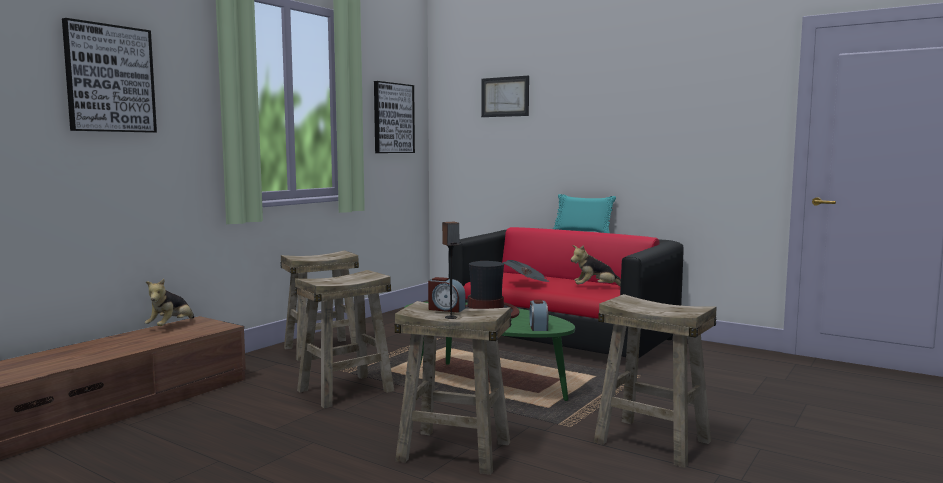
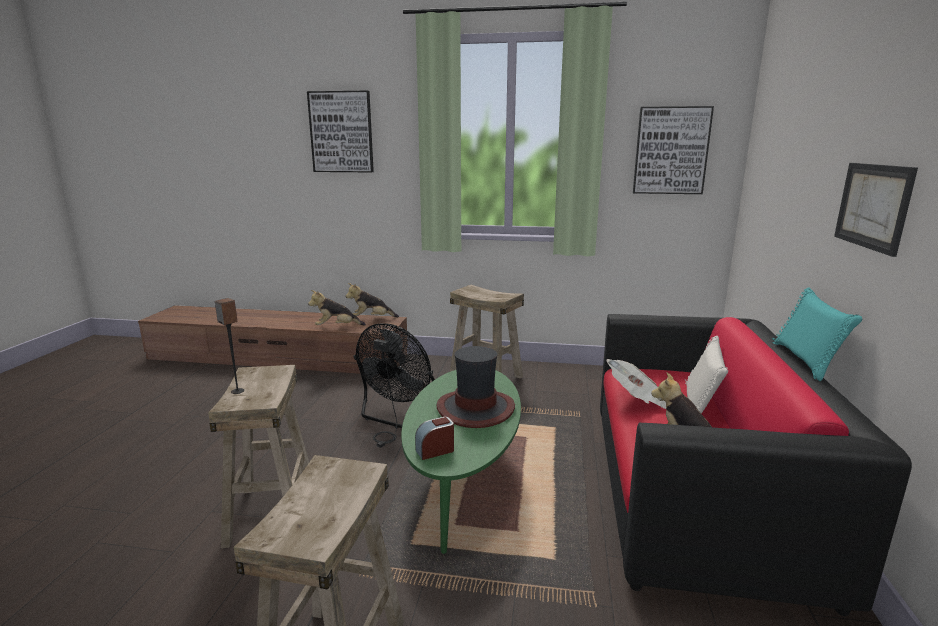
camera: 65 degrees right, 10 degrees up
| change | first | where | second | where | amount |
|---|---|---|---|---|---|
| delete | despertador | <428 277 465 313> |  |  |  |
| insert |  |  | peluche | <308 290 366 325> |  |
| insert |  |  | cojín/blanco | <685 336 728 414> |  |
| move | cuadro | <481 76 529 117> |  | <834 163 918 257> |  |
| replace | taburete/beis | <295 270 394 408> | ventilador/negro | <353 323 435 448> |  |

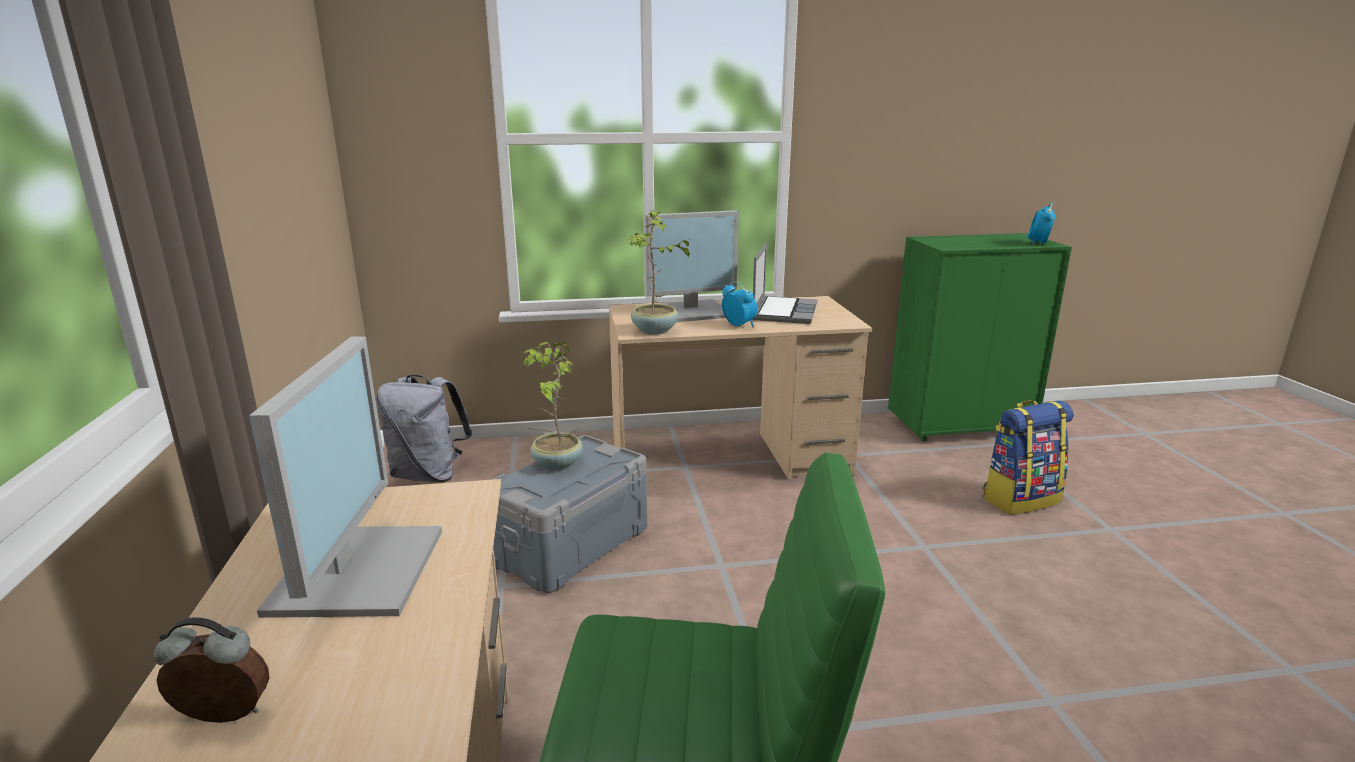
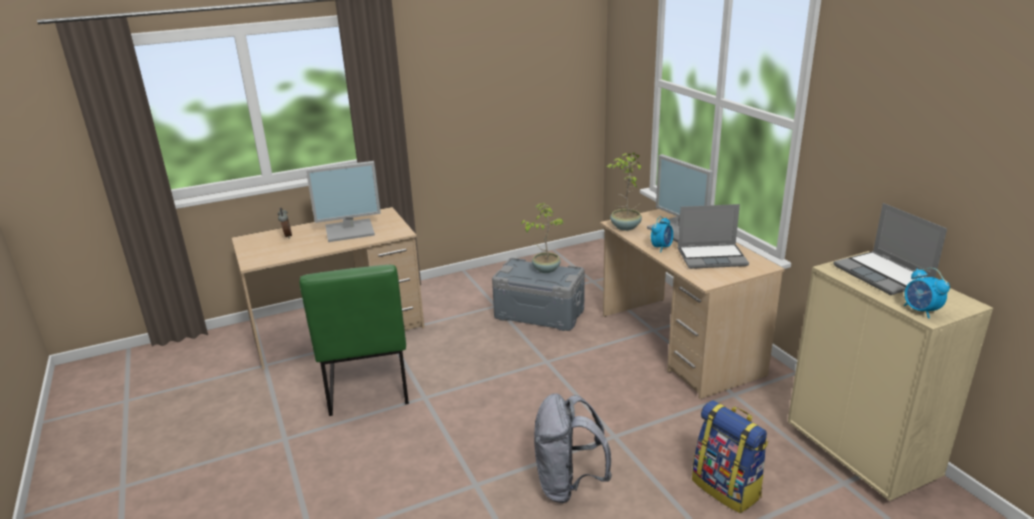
camera: 75 degrees right, 5 degrees up
| change | first | where | second | where | amount |
|---|---|---|---|---|---|
| insert |  |  | portátil | <833 203 947 295> |  |
| move | mochila/gris | <376 375 472 482> |  | <534 393 612 503> |  |
| recolor | armario/verde | <888 233 1072 441> | armario/beis | <788 251 993 501> |  |
| rotate | despertador | <1028 202 1056 246> |  | <904 268 950 319> | 120 degrees counterclockwise |

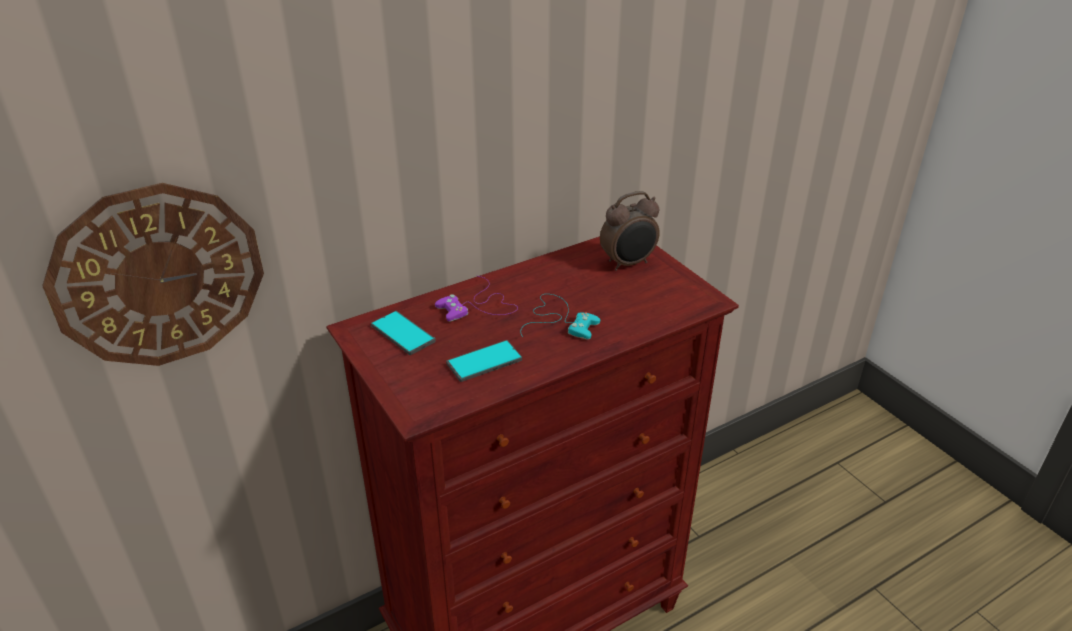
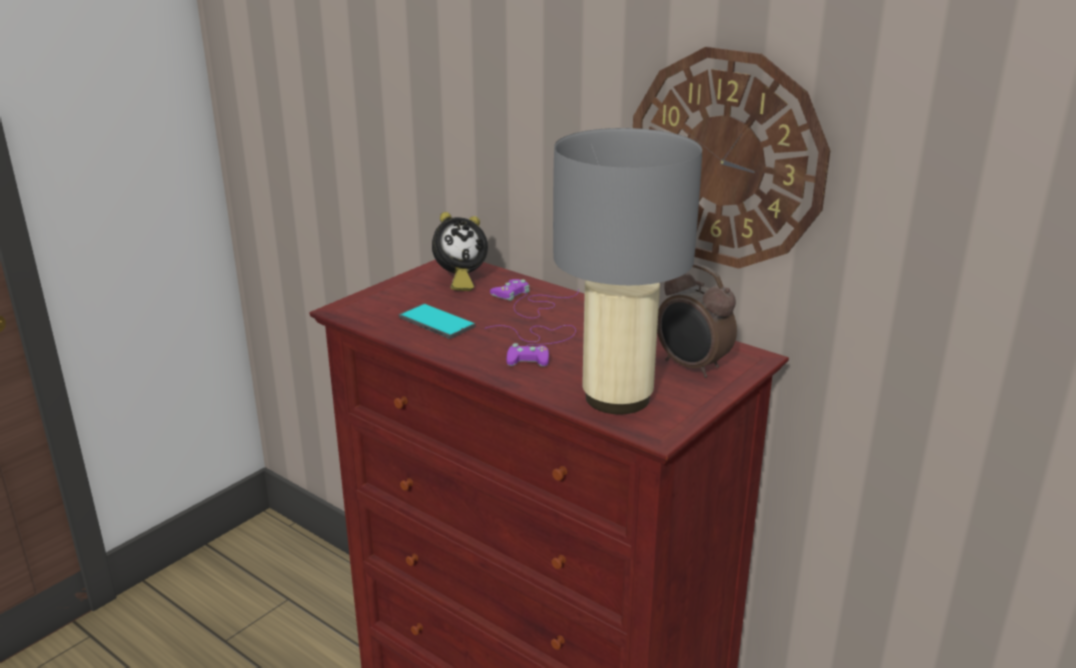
camera: 70 degrees right, 10 degrees down
| change | first | where | second | where | amount |
|---|---|---|---|---|---|
| insert |  |  | lámpara de mesa/gris | <553 128 702 415> |  |
| move | reloj de pared | <42 183 264 366> |  | <633 47 830 269> |  |
| replace | móvil | <371 311 436 355> | despertador | <432 212 488 291> |  |
| recolor | mando de consola/turquesa | <520 294 600 340> | mando de consola/morado | <484 325 576 367> |  |

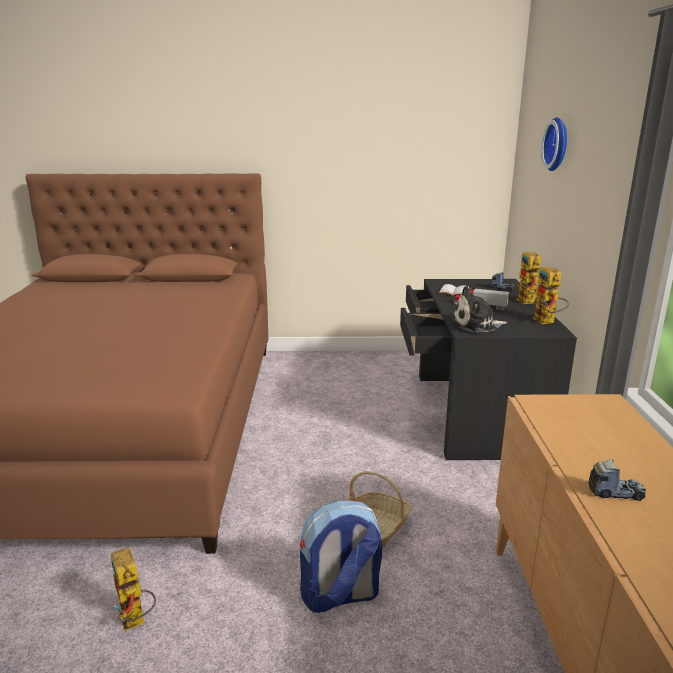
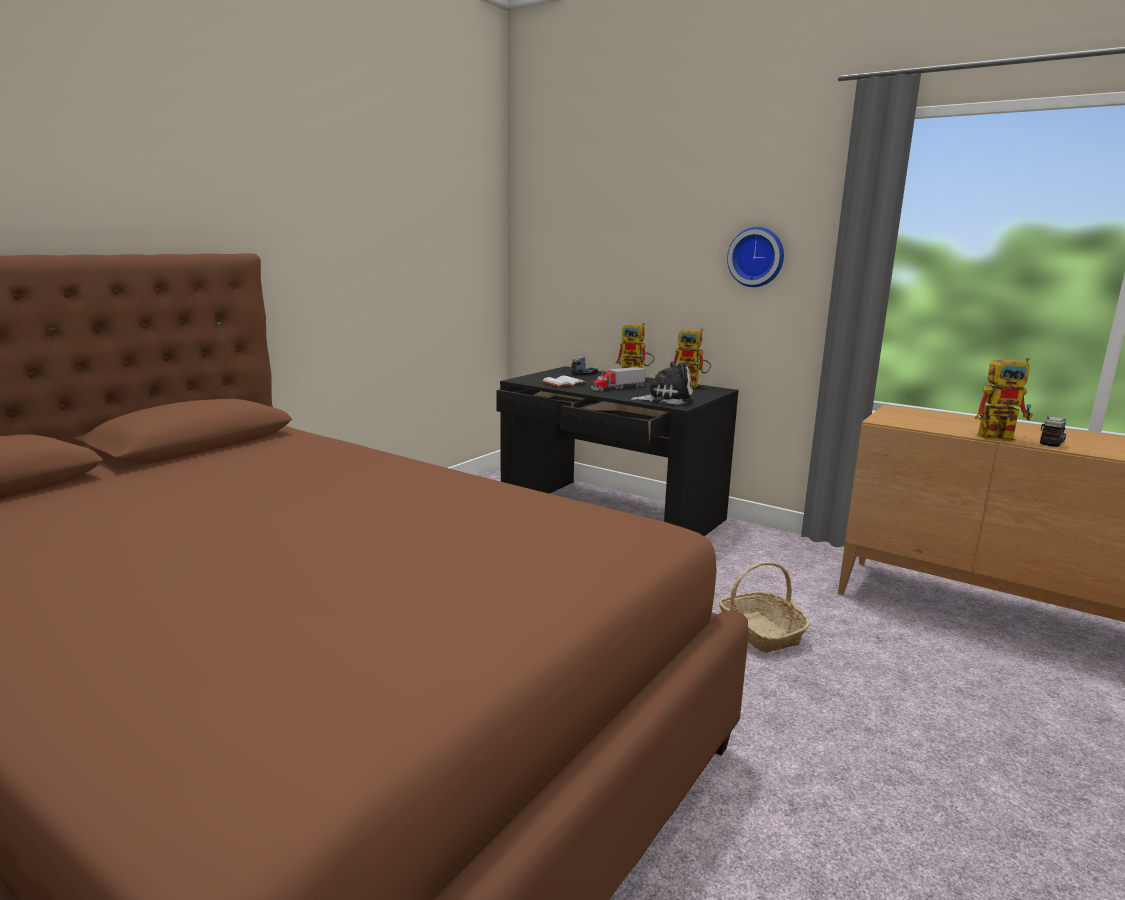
camera: 55 degrees left, 5 degrees down
| change | first | where | second | where | amount |
|---|---|---|---|---|---|
| delete | mochila | <299 501 382 613> |  |  |  |
| move | robot de juguete | <111 547 156 631> |  | <975 357 1033 441> |  |
| move | reloj de pared | <541 117 567 171> |  | <727 227 784 287> |  |
| rotate | peluche | <452 286 508 332> |  | <631 362 693 405> | 120 degrees counterclockwise |

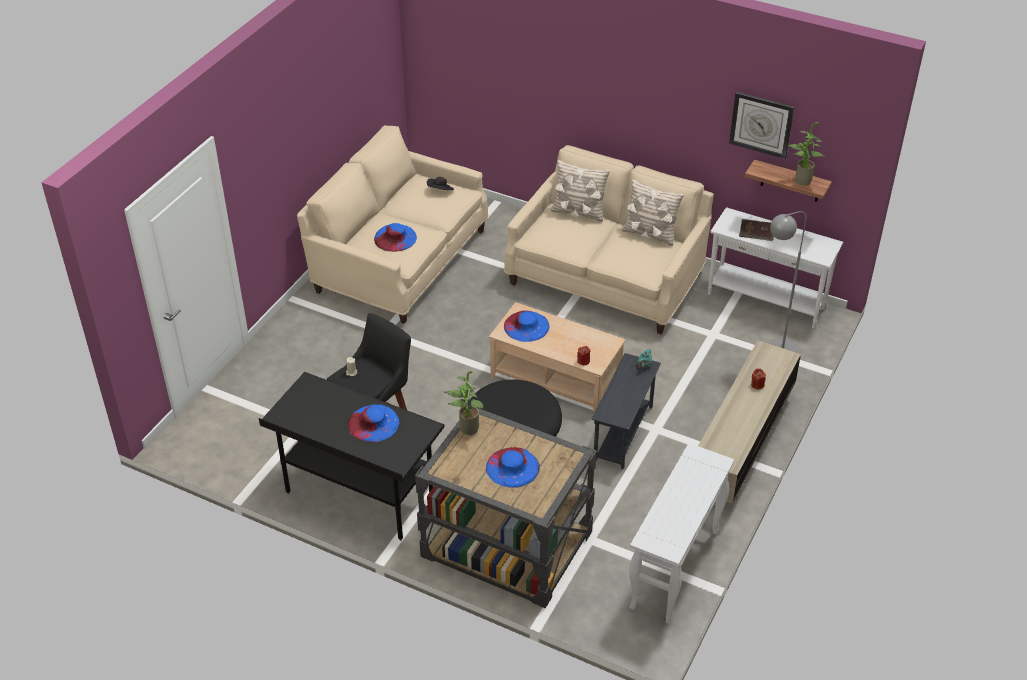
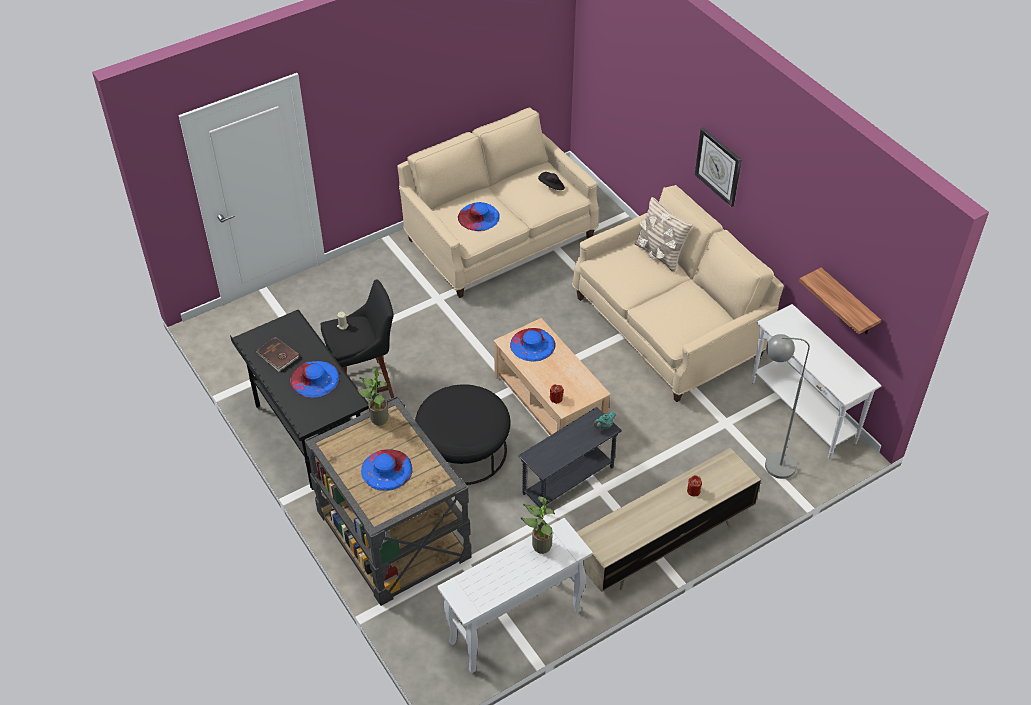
camera: 30 degrees right, 5 degrees up
| change | first | where | second | where | amount |
|---|---|---|---|---|---|
| delete | cojín/beis | <622 179 684 246> |  |  |  |
| move | reloj de pared | <729 92 794 159> |  | <695 127 741 207> |  |
| move | libro/marrón | <739 219 774 241> |  | <256 336 300 372> |  |
| move | planta en maceta | <787 122 824 186> |  | <520 496 555 554> |  |

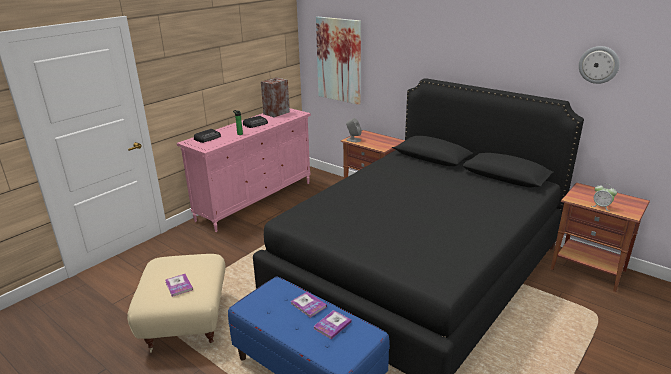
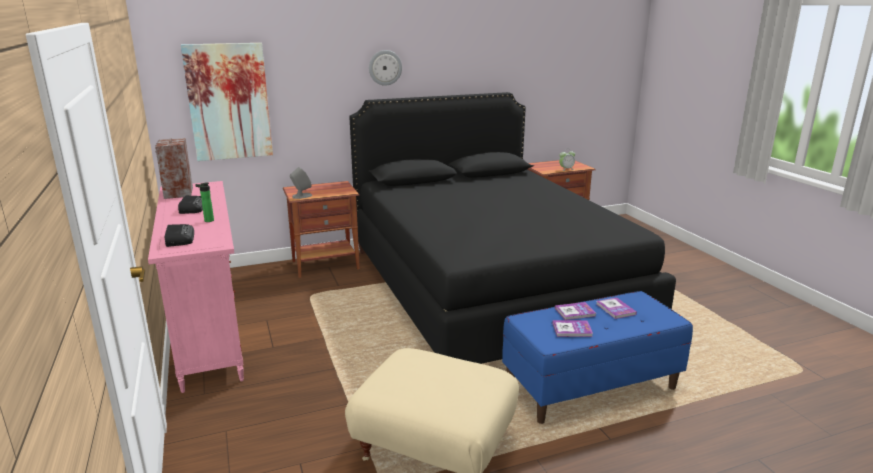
camera: 60 degrees left, 5 degrees down
| change | first | where | second | where | amount |
|---|---|---|---|---|---|
| move | libro | <165 274 193 297> |  | <552 320 593 337> |  |
| move | reloj de pared | <579 46 620 84> |  | <369 50 402 86> |  |

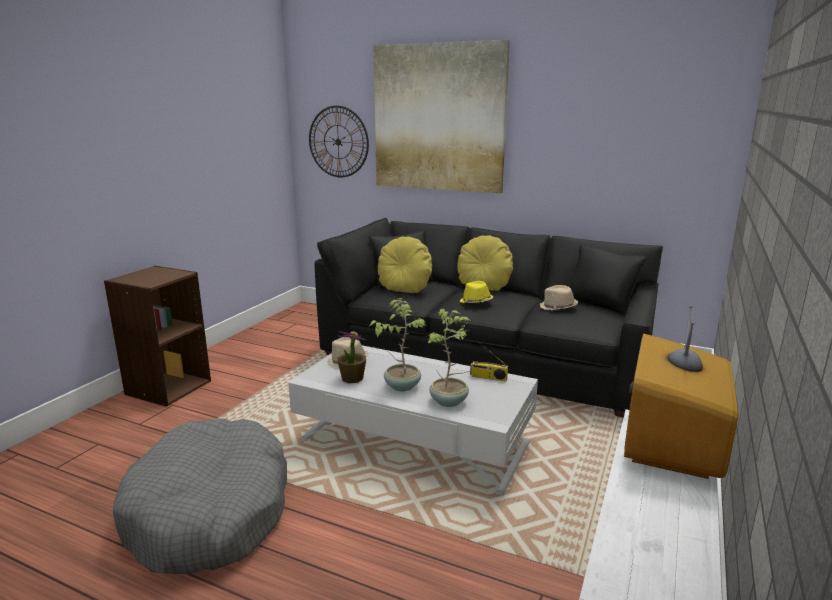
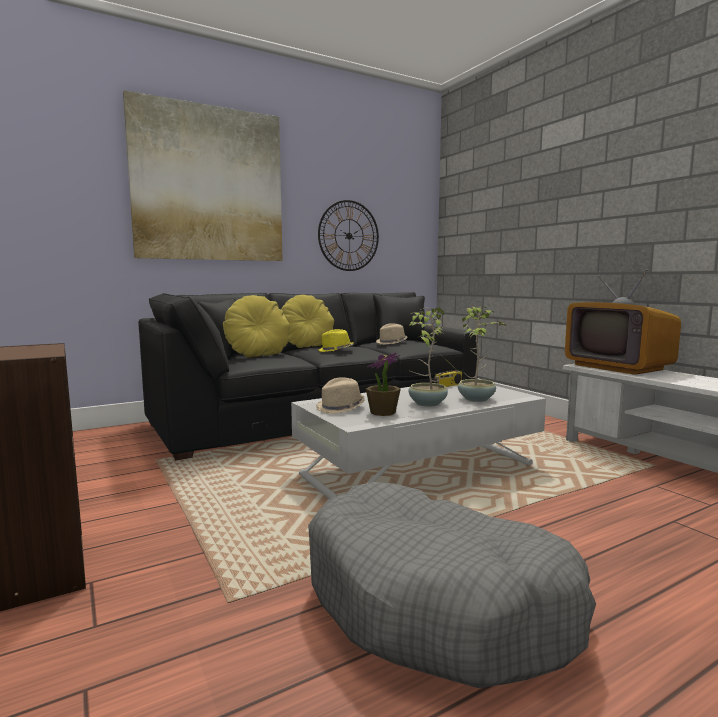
camera: 55 degrees left, 10 degrees down
| change | first | where | second | where | amount |
|---|---|---|---|---|---|
| move | reloj de pared | <309 106 369 177> |  | <318 200 379 271> |  |

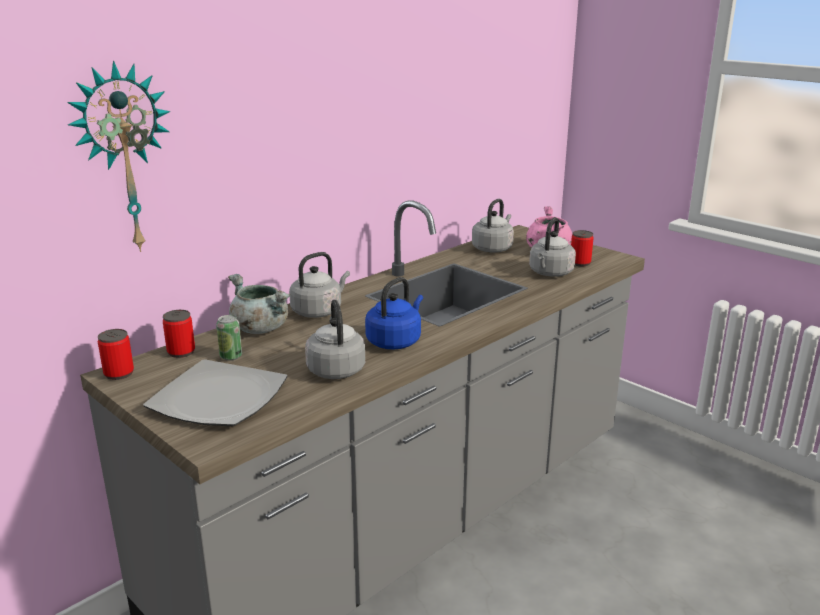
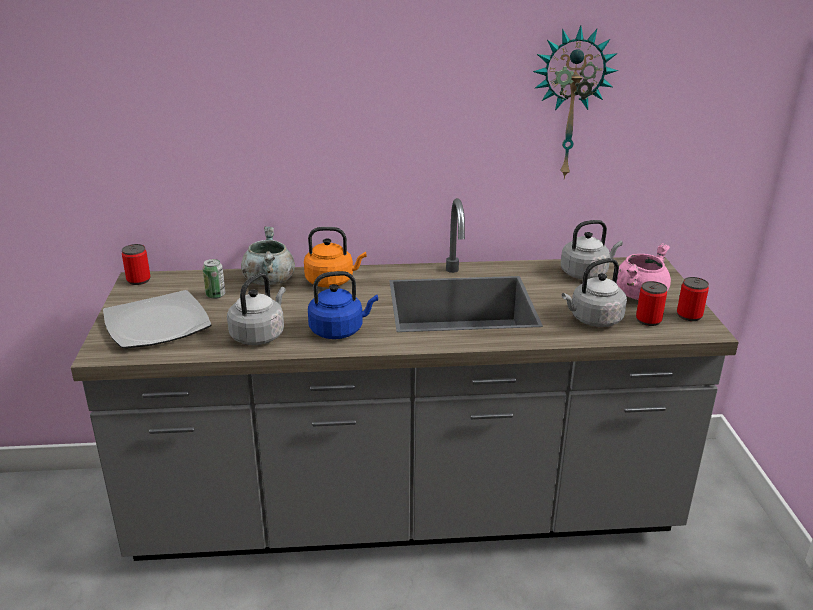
camera: 40 degrees right, 5 degrees up
| change | first | where | second | where | amount |
|---|---|---|---|---|---|
| move | reloj de pared | <67 61 171 252> |  | <533 25 618 180> |  |
| move | lata | <163 310 195 358> |  | <677 277 709 321> |  |
| recolor | hervidor/gris | <289 252 350 318> | hervidor/naranja | <304 227 366 287> |  |

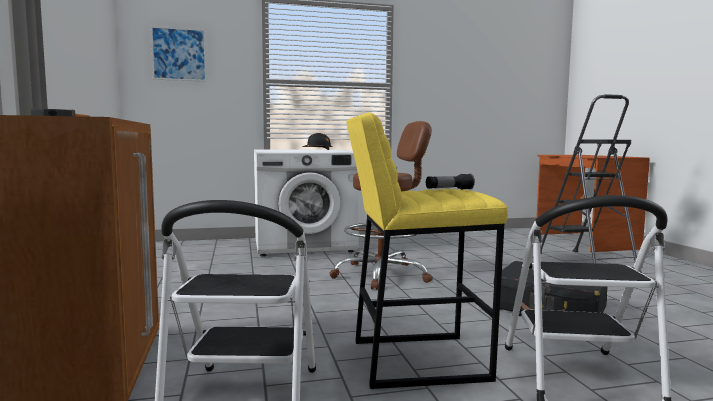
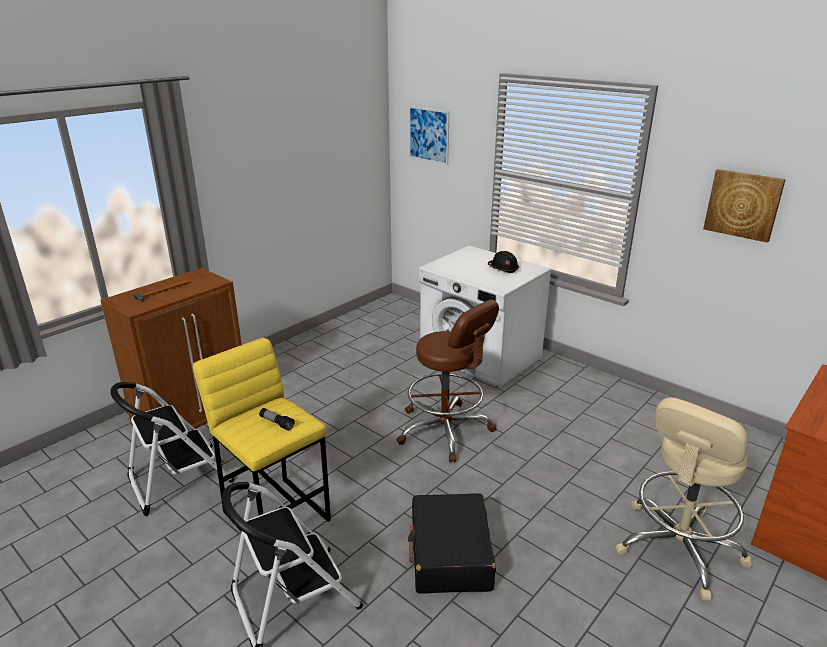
camera: 55 degrees right, 20 degrees up
| change | first | where | second | where | amount |
|---|---|---|---|---|---|
| insert |  |  | cuadro | <703 169 786 243> |  |
| replace | escalera de tijera | <540 94 642 273> | taburete/beis | <615 398 752 601> |  |

